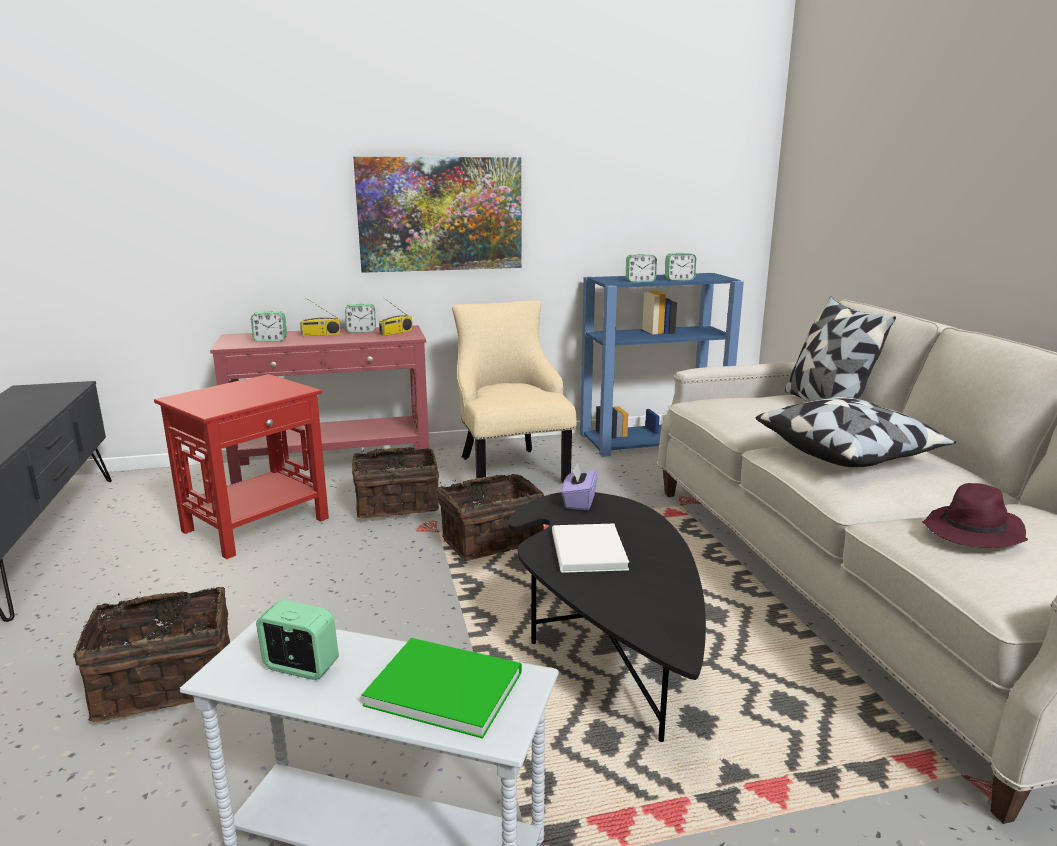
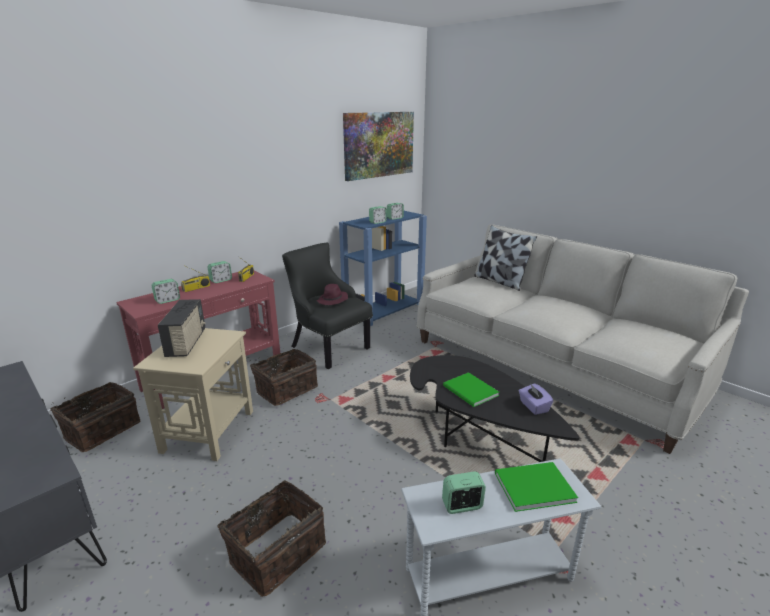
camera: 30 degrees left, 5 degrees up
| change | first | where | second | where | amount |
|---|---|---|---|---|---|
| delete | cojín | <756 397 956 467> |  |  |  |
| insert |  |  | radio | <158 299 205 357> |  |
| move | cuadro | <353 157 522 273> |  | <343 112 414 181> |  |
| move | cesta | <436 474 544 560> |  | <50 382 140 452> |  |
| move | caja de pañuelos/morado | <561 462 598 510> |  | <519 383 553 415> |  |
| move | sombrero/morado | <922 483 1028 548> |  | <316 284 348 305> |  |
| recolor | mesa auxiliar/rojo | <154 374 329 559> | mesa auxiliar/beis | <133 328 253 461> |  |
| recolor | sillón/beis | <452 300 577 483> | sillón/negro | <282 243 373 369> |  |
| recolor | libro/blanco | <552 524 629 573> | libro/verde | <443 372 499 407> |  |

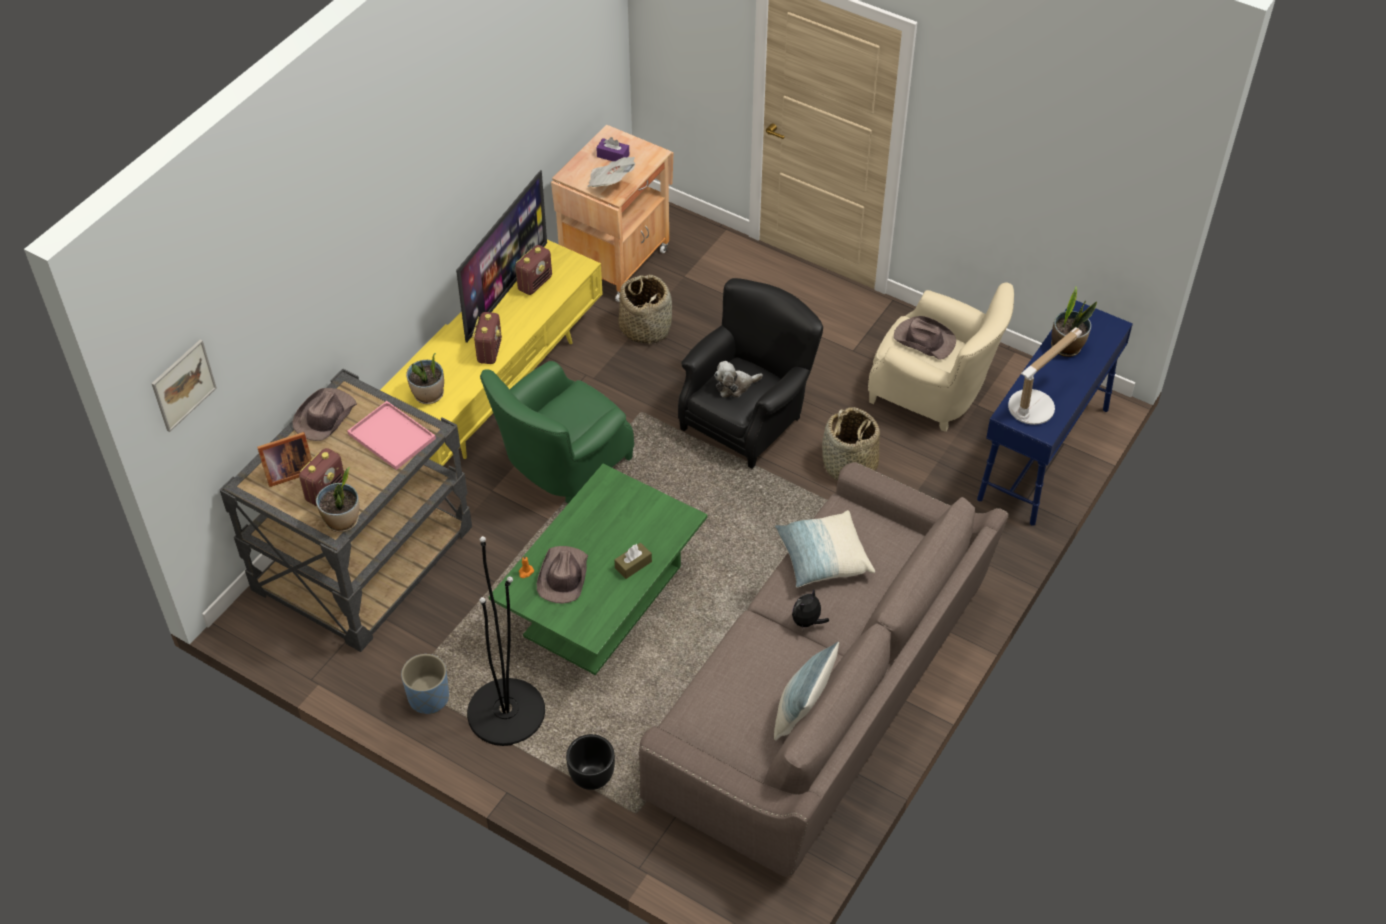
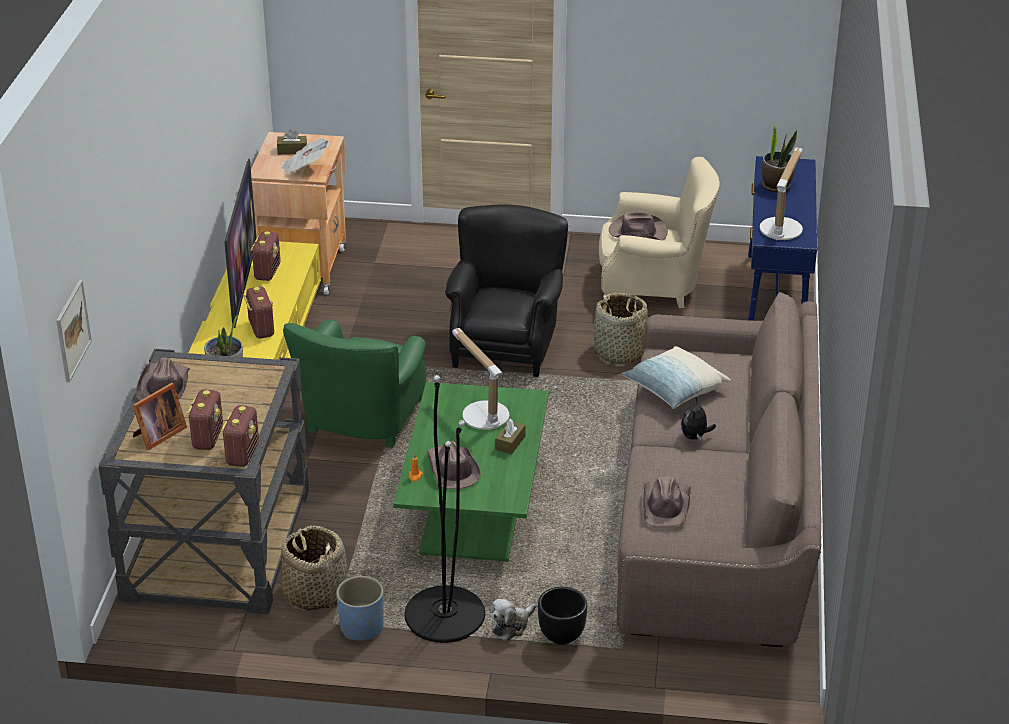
camera: 25 degrees left, 15 degrees down
| change | first | where | second | where | amount |
|---|---|---|---|---|---|
| delete | bandeja/rosa | <347 401 436 470> |  |  |  |
| delete | cojín | <774 642 839 740> |  |  |  |
| insert |  |  | lámpara de mesa | <452 328 509 430> |  |
| insert |  |  | sombrero/marrón | <643 477 692 527> |  |
| move | cesta | <619 275 672 345> |  | <281 525 347 611> |  |
| move | peluche | <714 361 763 397> |  | <491 599 536 641> |  |
| replace | planta en maceta | <316 467 359 532> | radio | <221 405 259 467> |  |
| recolor | caja de pañuelos/morado | <596 137 629 161> | caja de pañuelos/marrón | <277 129 307 155> |  |

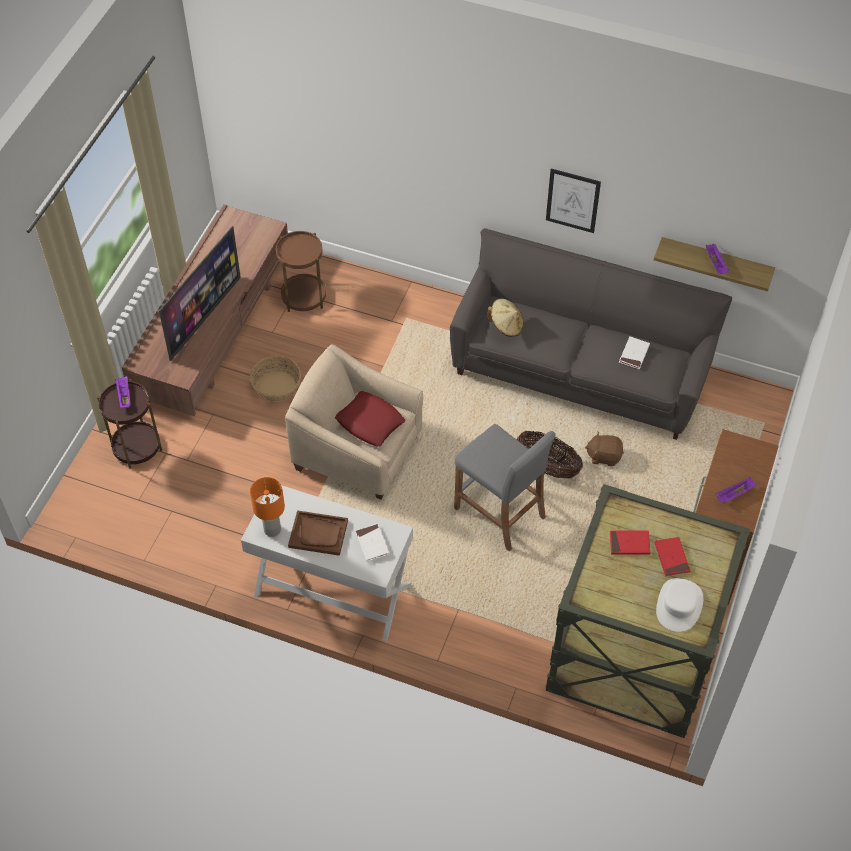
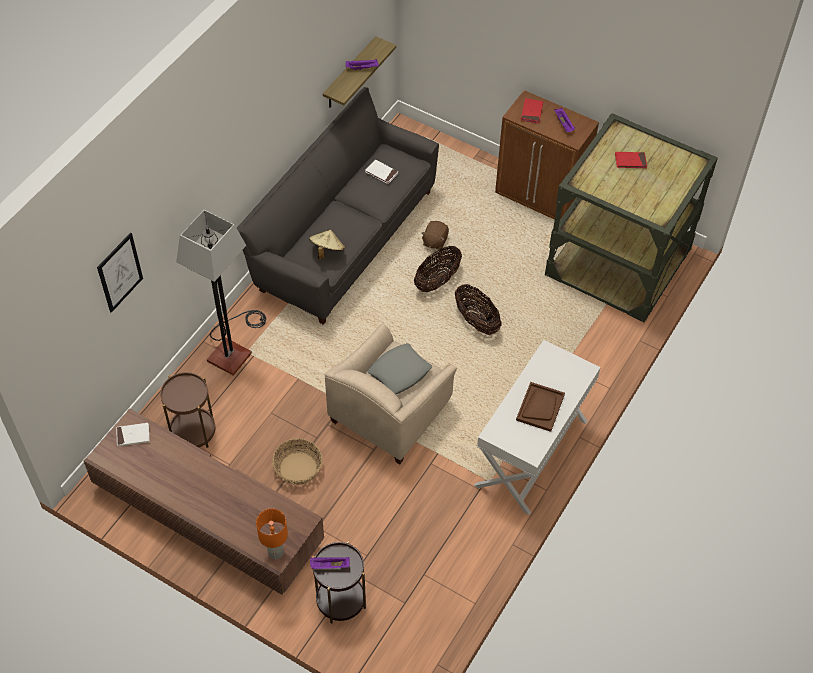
camera: 80 degrees left, 0 degrees up
| change | first | where | second | where | amount |
|---|---|---|---|---|---|
| delete | televisor | <159 226 241 361> |  |  |  |
| delete | sombrero/blanco | <656 578 703 632> |  |  |  |
| insert |  |  | lámpara de pie | <176 210 266 376> |  |
| move | lámpara de mesa/naranja | <250 477 285 537> |  | <256 509 288 560> |  |
| move | libro/blanco | <355 523 390 562> |  | <116 423 150 446> |  |
| move | cuadro | <546 168 601 233> |  | <97 233 143 313> |  |
| move | libro/rojo | <610 530 651 555> |  | <521 98 543 123> |  |
| replace | taburete/gris | <454 424 556 551> | cesta | <455 284 502 335> |  |
| recolor | cojín/rojo | <335 391 405 447> | cojín/gris | <367 343 432 394> |  |

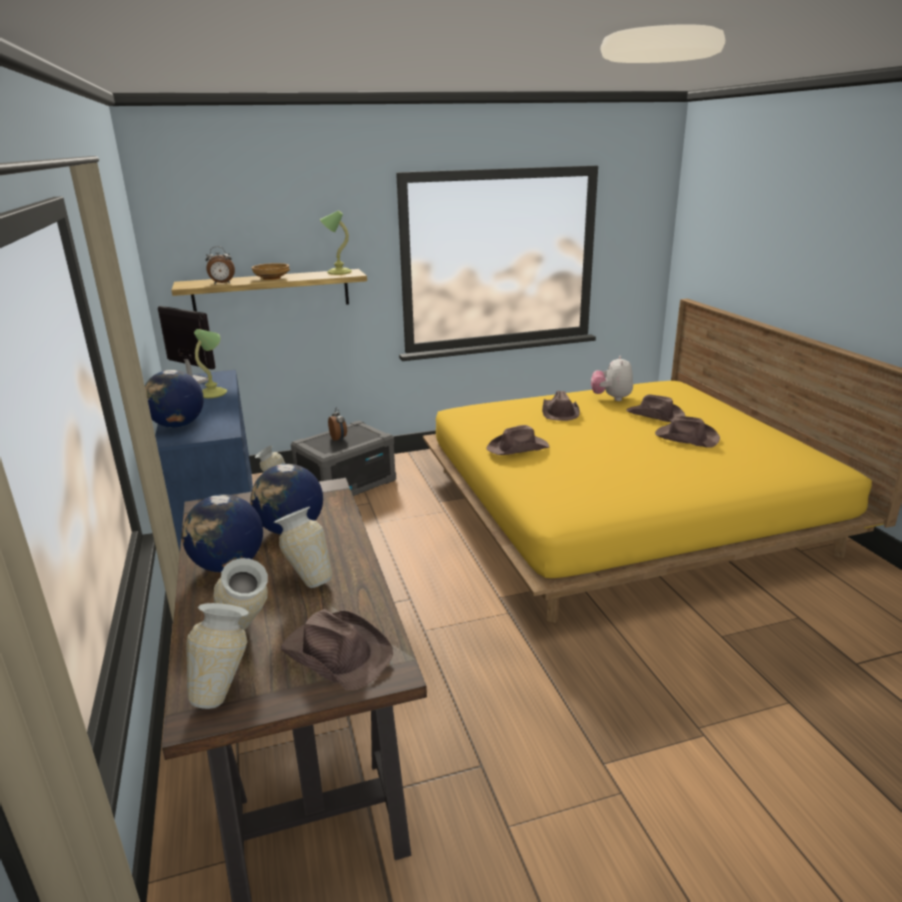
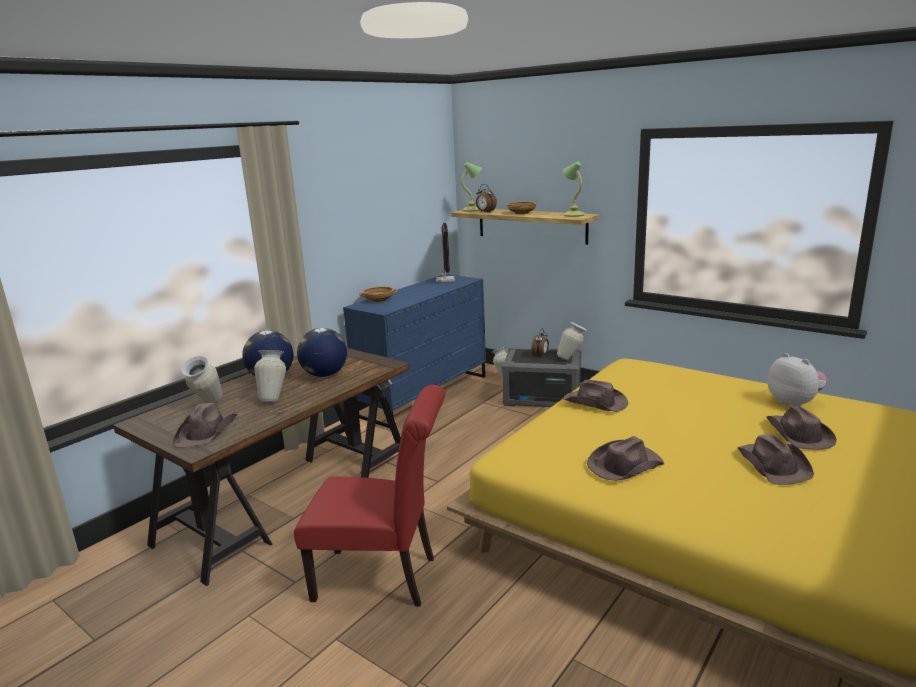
camera: 55 degrees right, 5 degrees down
| change | first | where | second | where | amount |
|---|---|---|---|---|---|
| insert |  |  | silla/rojo | <294 385 445 607> |  |
| move | florero | <186 603 249 709> |  | <557 322 587 360> |  |
| move | lámpara de mesa | <194 329 227 398> |  | <461 162 482 212> |  |
| move | sombrero/marrón | <542 390 580 421> |  | <587 436 664 481> |  |
| replace | globo terráqueo | <145 370 204 428> | cuenco/beis | <359 286 398 302> |  |
| rotate | peluche | <591 356 633 401> |  | <767 353 827 407> | 90 degrees clockwise |

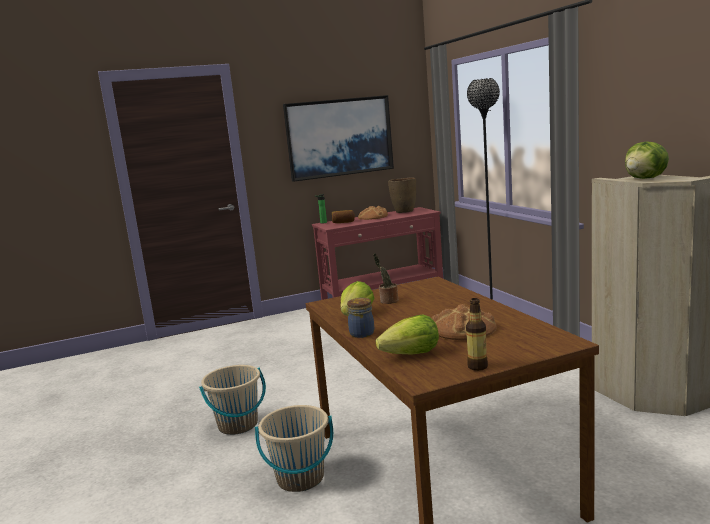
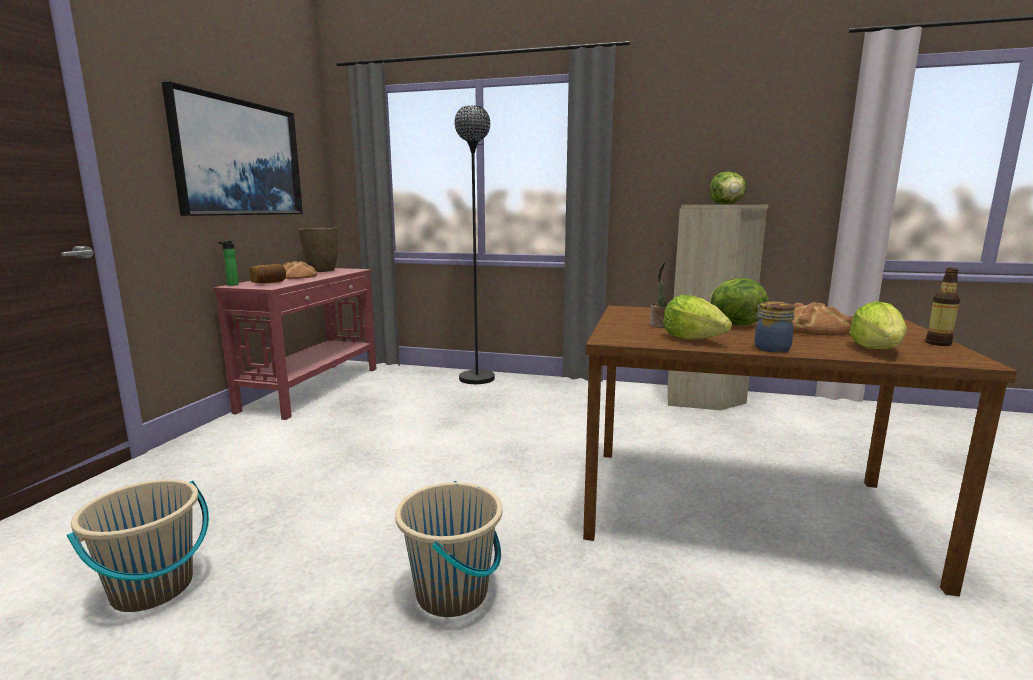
camera: 55 degrees left, 0 degrees up
| change | first | where | second | where | amount |
|---|---|---|---|---|---|
| insert |  |  | lechuga | <710 278 768 325> |  |
| move | cubo/beis | <255 405 333 492> |  | <67 479 209 612> |  |

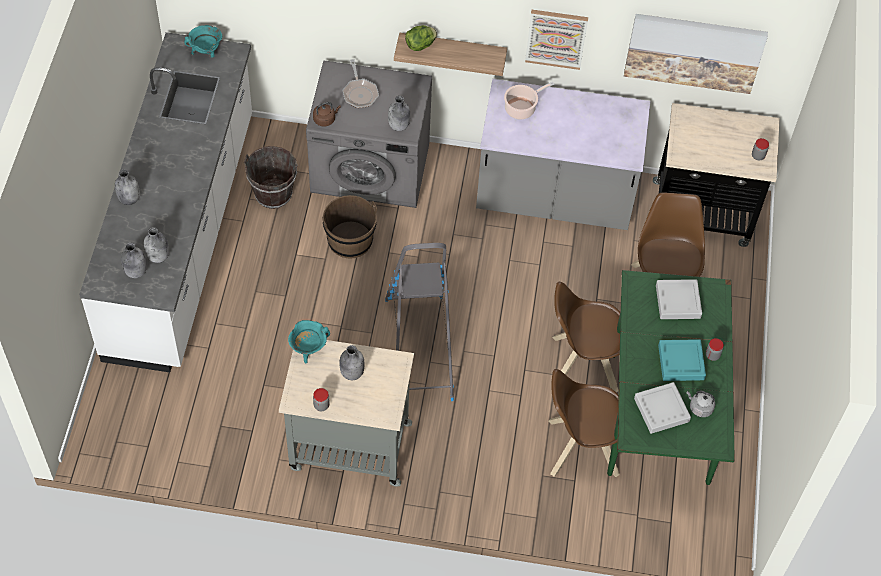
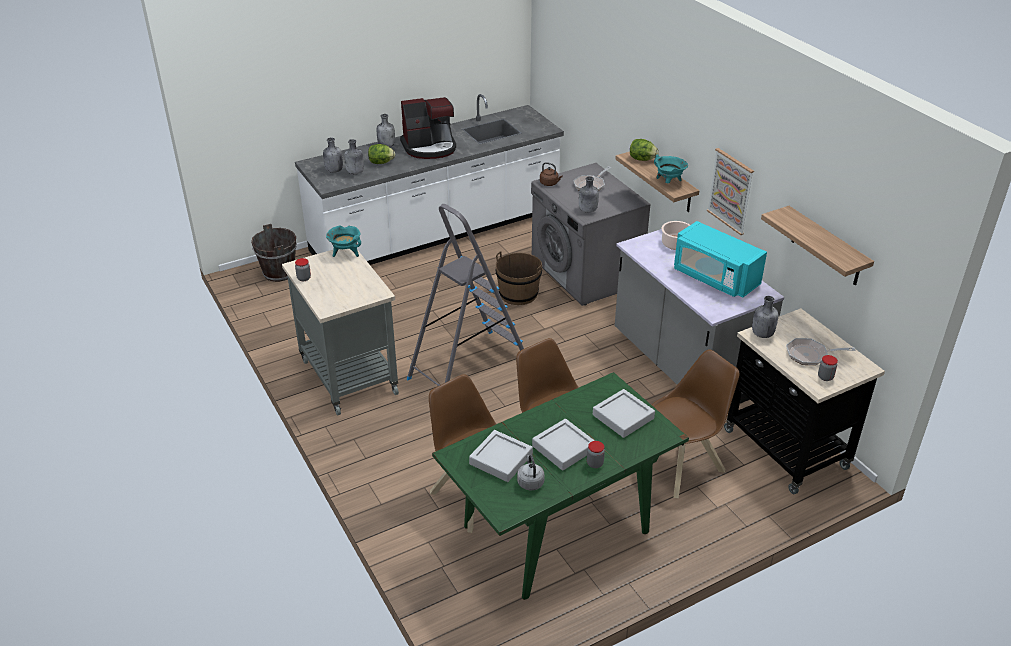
camera: 55 degrees right, 20 degrees down
| change | first | where | second | where | amount |
|---|---|---|---|---|---|
| insert |  |  | lechuga | <368 144 395 164> |  |
| insert |  |  | cafetera | <400 97 456 159> |  |
| insert |  |  | microondas/turquesa | <674 221 767 297> |  |
| insert |  |  | sartén | <786 338 856 365> |  |
| move | olla/turquesa | <184 25 222 58> |  | <654 155 688 183> |  |
| move | cubo/marrón | <244 146 298 209> |  | <251 224 297 282> |  |
| move | botella/gris | <339 345 364 380> |  | <752 296 778 338> |  |
| replace | cuadro | <624 14 768 94> | estante | <761 206 874 286> |  |
| recolor | bandeja/turquesa | <658 339 706 381> | bandeja/gris | <532 419 595 471> |  |

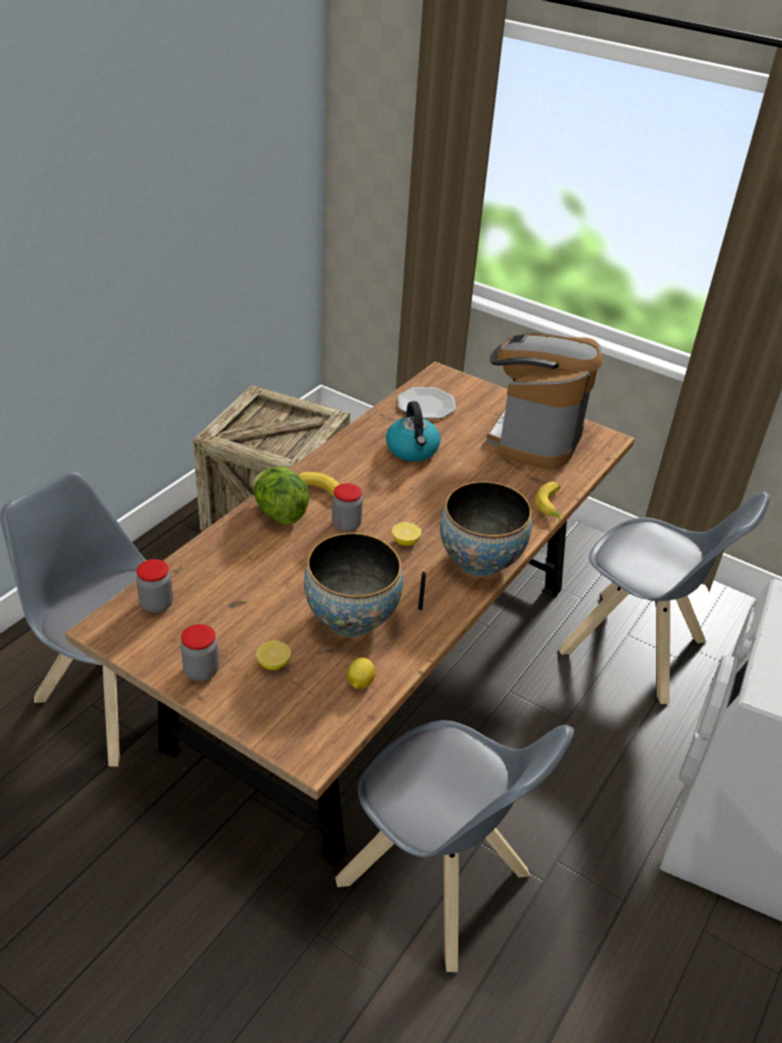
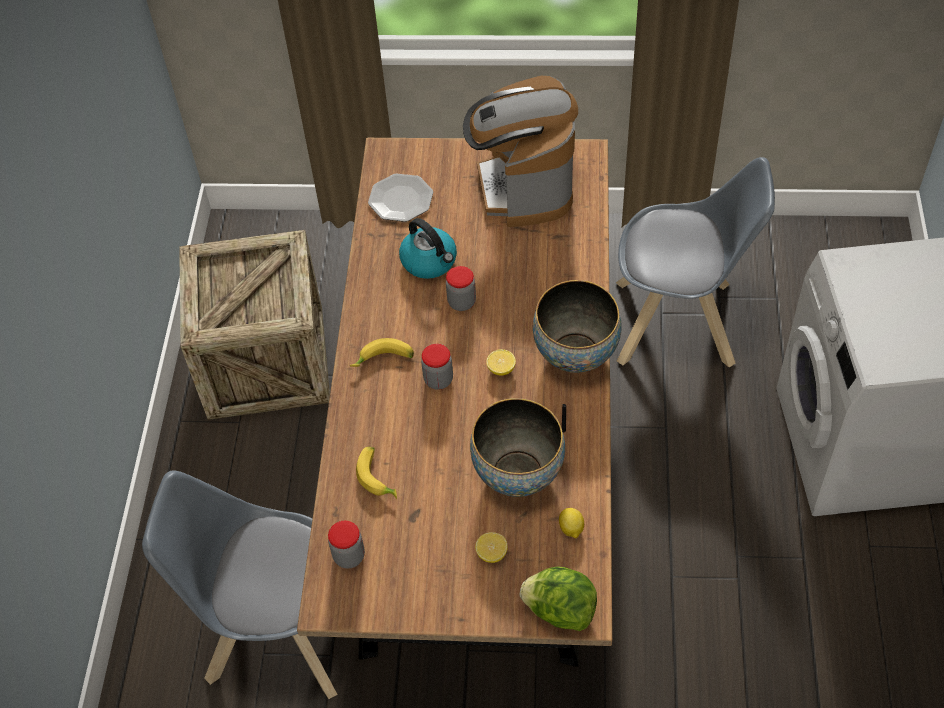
camera: 25 degrees left, 15 degrees up
| change | first | where | second | where | amount |
|---|---|---|---|---|---|
| delete | silla/gris | <335 720 574 972> |  |  |  |
| move | tarro | <181 624 219 681> |  | <446 266 476 311> |  |
| move | lechuga | <253 467 309 525> |  | <519 566 597 631> |  |
| move | plátano | <535 482 562 521> |  | <356 447 397 499> |  |

